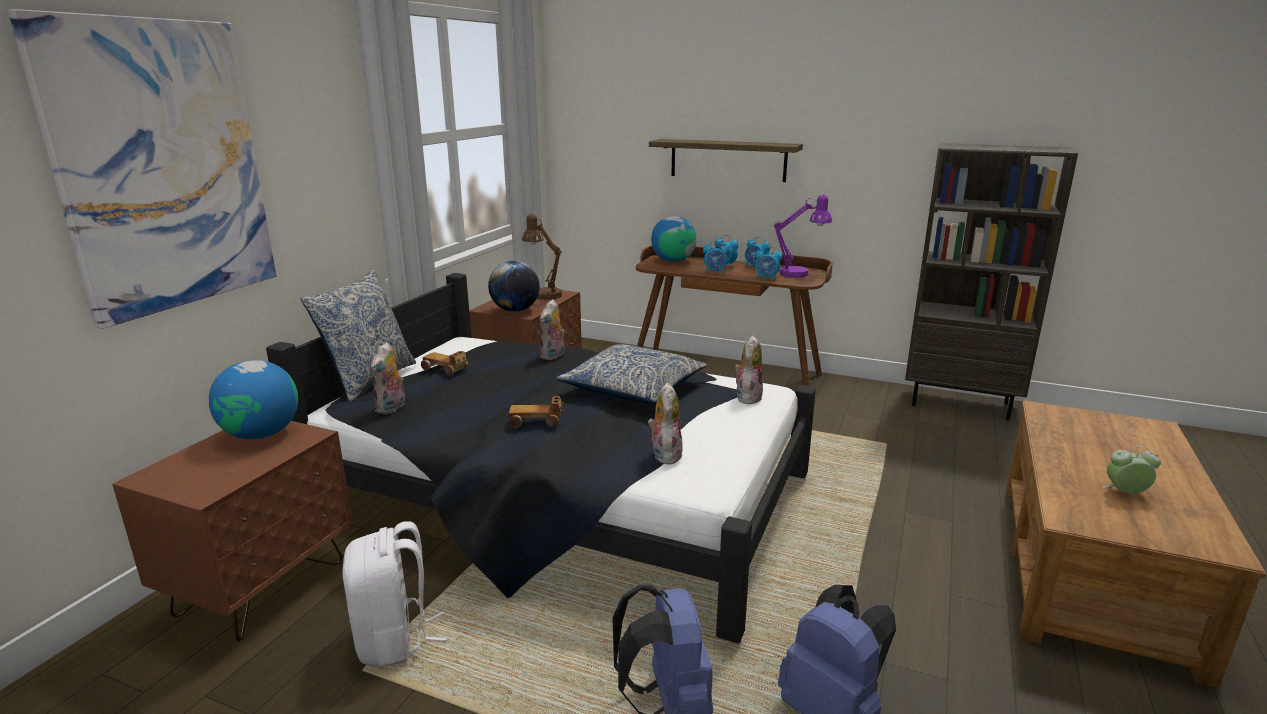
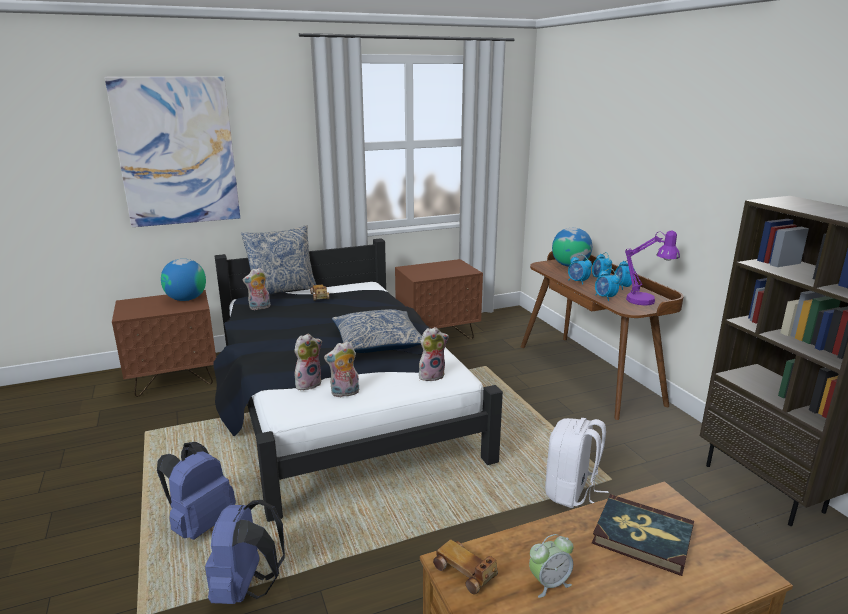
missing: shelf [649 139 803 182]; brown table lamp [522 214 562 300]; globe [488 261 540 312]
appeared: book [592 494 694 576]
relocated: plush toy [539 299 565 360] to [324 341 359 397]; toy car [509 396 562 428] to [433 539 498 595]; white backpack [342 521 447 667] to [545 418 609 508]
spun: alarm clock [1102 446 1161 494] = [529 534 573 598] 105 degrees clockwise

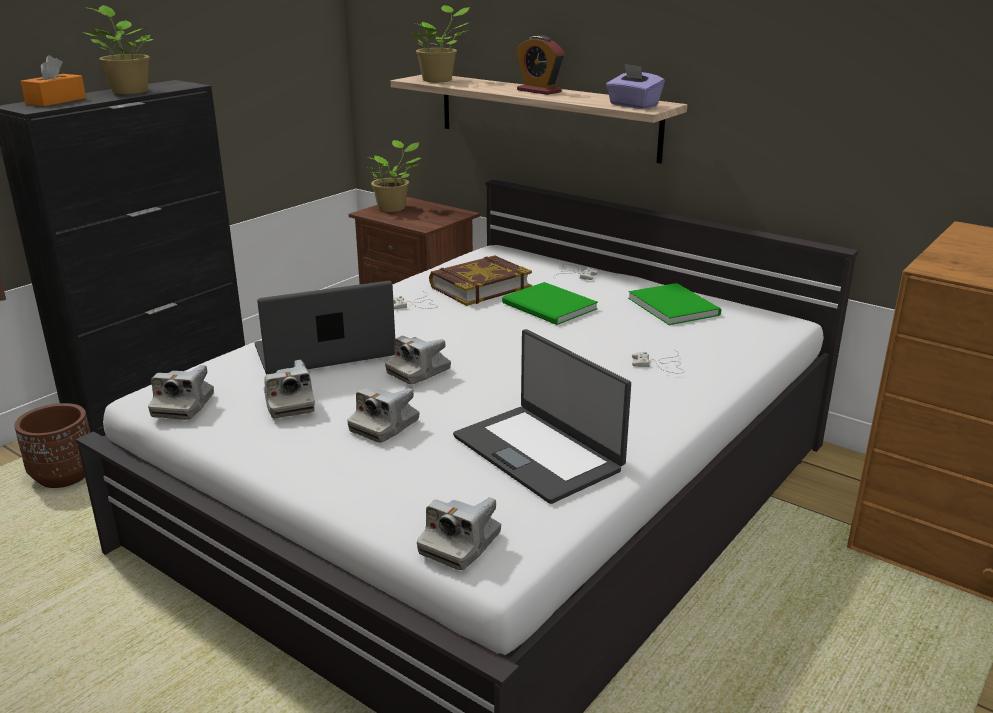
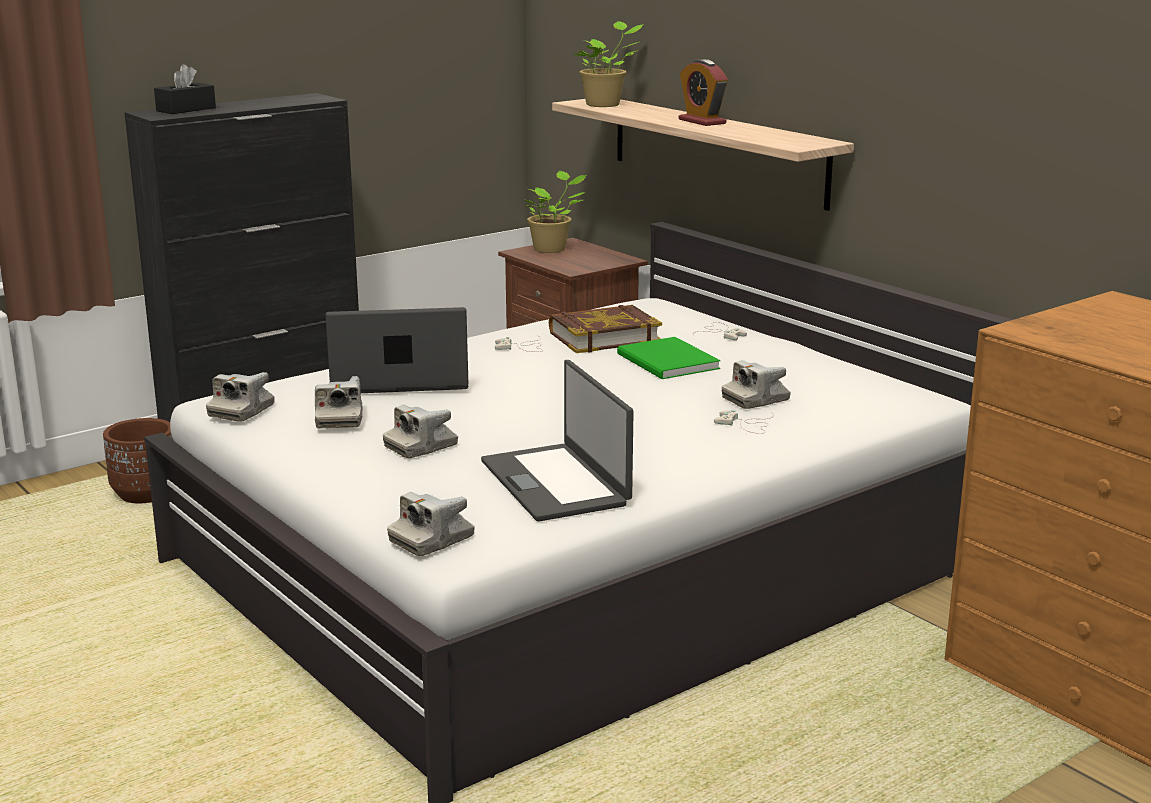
missing: potted plant [82 5 153 94]; purple tissue box [606 64 665 109]; green book [628 283 721 325]
relocated: photo camera [385 336 451 384] to [722 360 791 409]
colour: orange tissue box [20 55 86 106] to black tissue box [154 64 216 114]

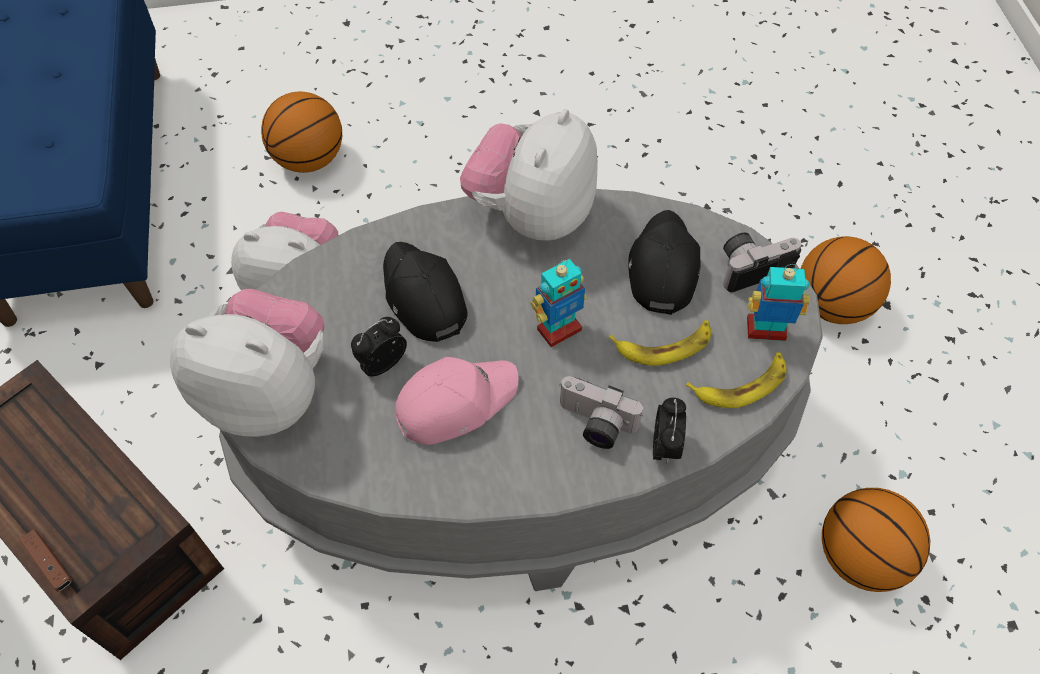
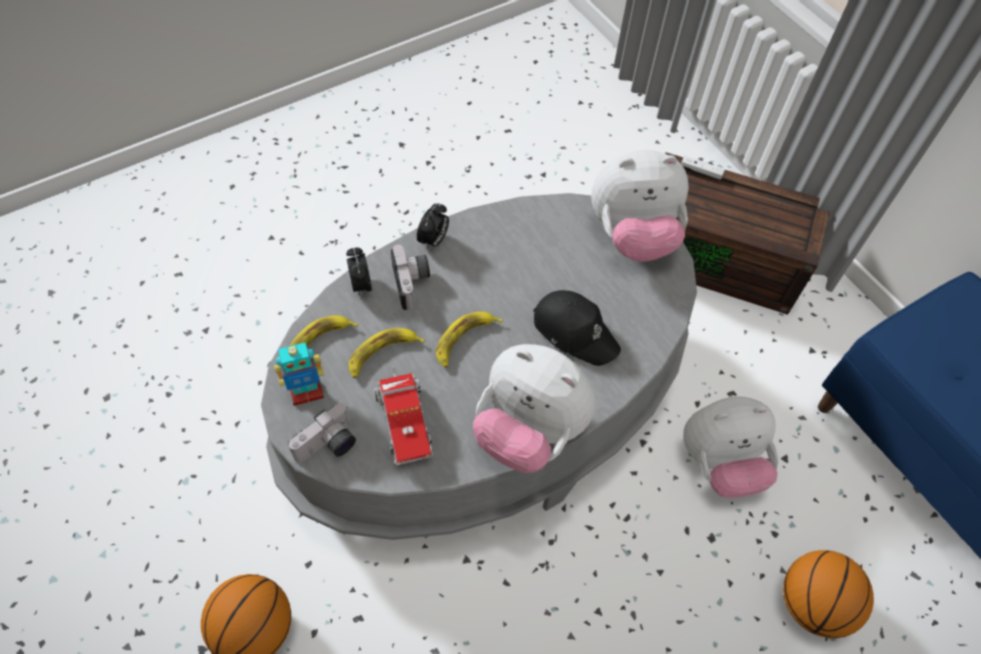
missing: pink cap [395 357 519 445]; basketball [822 488 930 592]
relocated: alarm clock [351 317 407 376] to [417 203 449 250]
exchanged: black cap [628 210 701 315] to toy truck [374 366 434 465]; toy robot [530 259 587 347] to banana [436 312 502 368]
colour: brown game controller [20 529 73 592] to white game controller [681 156 725 180]
spun: plush toy [460 109 598 241] = [473 344 596 473] 120 degrees clockwise; photo camera [559 376 643 449] = [391 244 430 310] 75 degrees clockwise

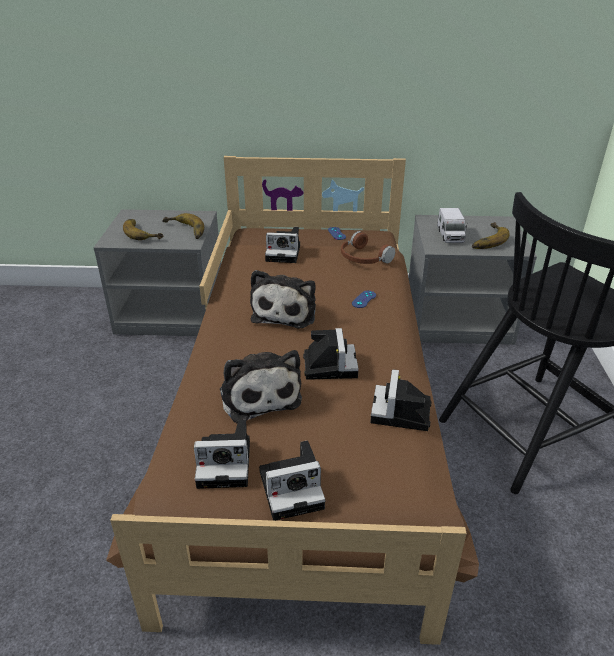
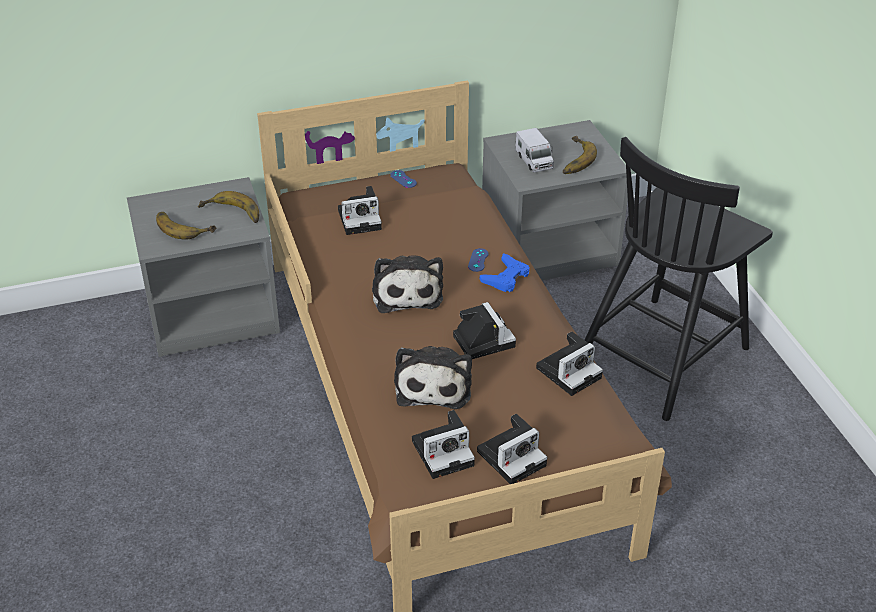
missing: brown headphones [341 231 395 264]
appeared: blue game controller [480 253 529 292]
spun: plush toy [220 350 302 423] = [394 346 472 409] 45 degrees clockwise; photo camera [370 369 431 431] = [536 332 603 396] 120 degrees counterclockwise

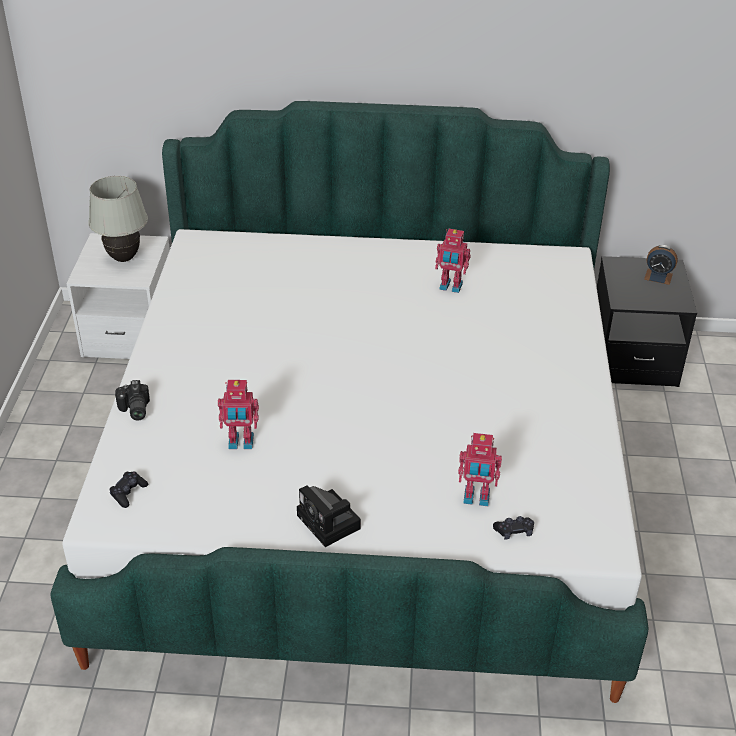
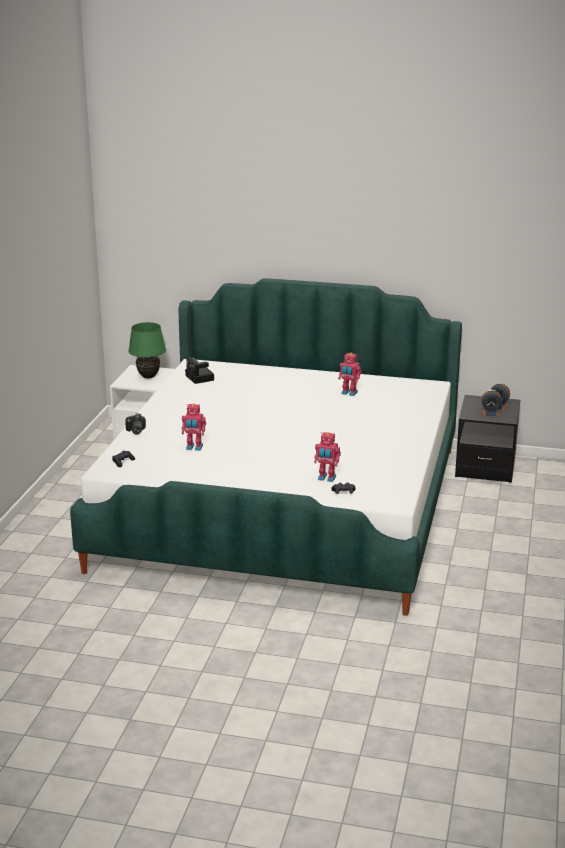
appeared: alarm clock [481 390 502 416]
relocated: photo camera [297 485 361 547] to [185 357 214 384]
colour: white table lamp [88 176 148 262] to green table lamp [128 322 166 379]

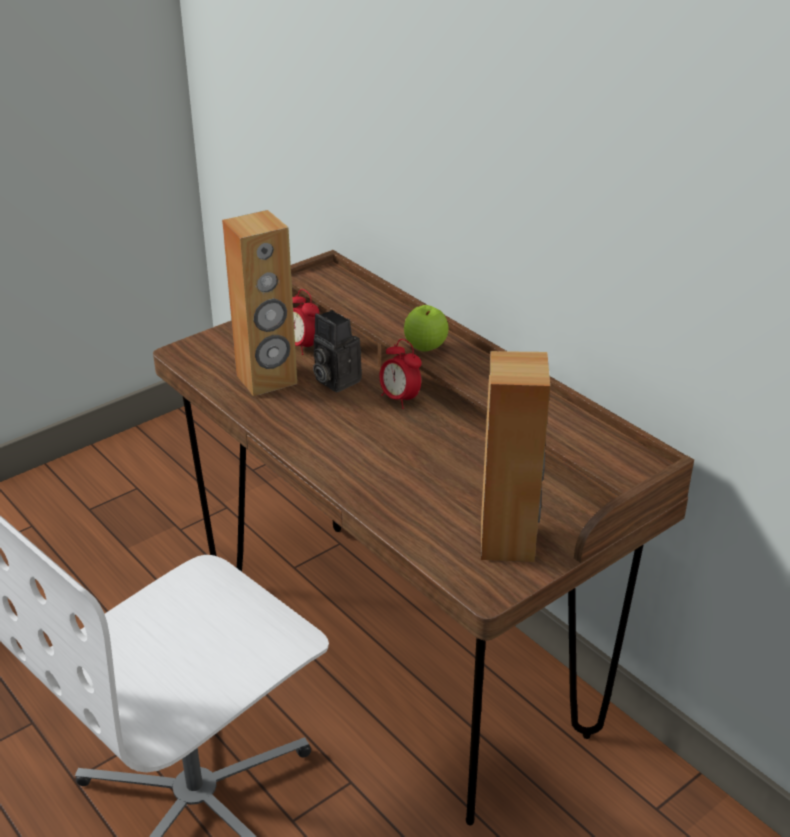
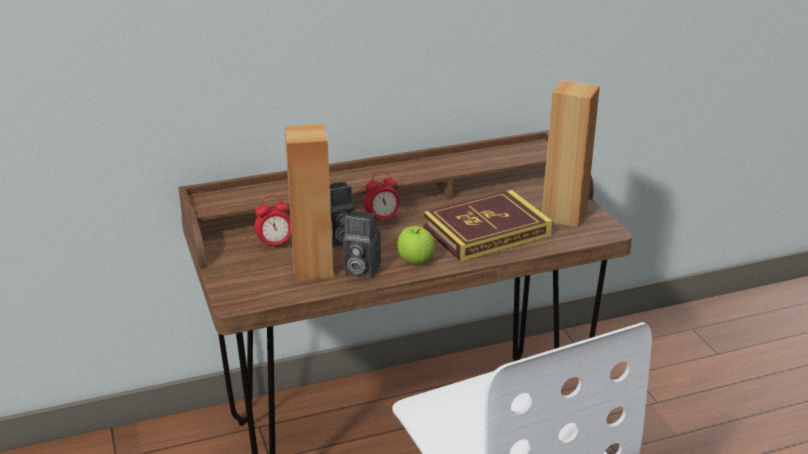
appeared: book [423 190 552 262]; photo camera [343 211 381 279]
relocated: apple [404 305 449 351] to [397 226 435 264]

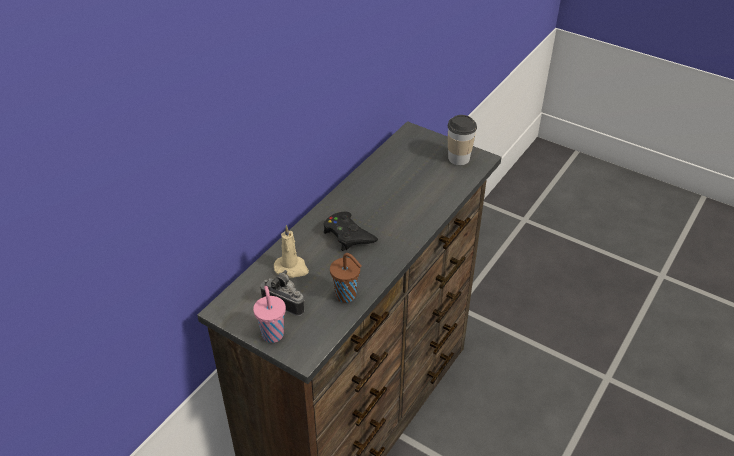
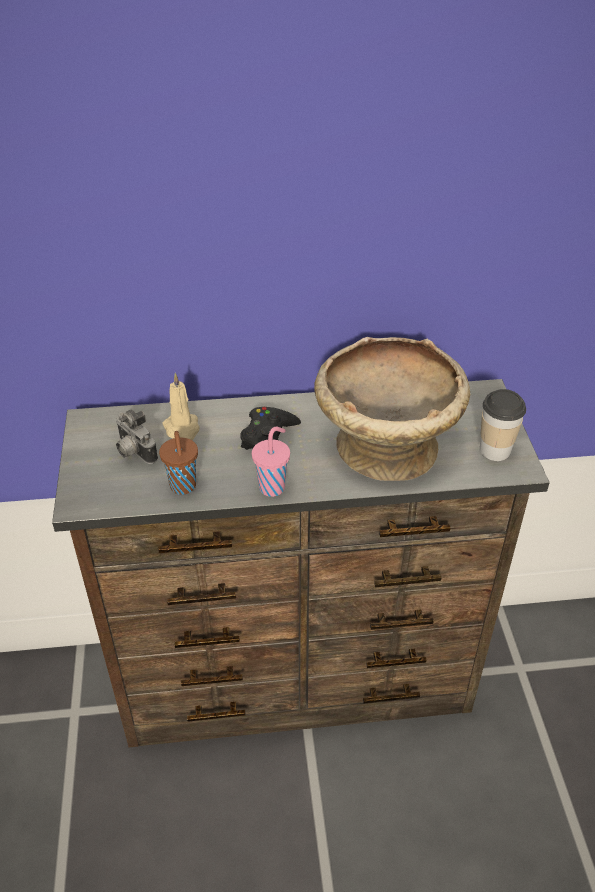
appeared: beige bowl [314 337 471 481]
relocated: pink cup [253 286 286 343] to [252 427 290 497]
spun: photo camera [260 270 305 316] = [116 409 158 464] 150 degrees clockwise

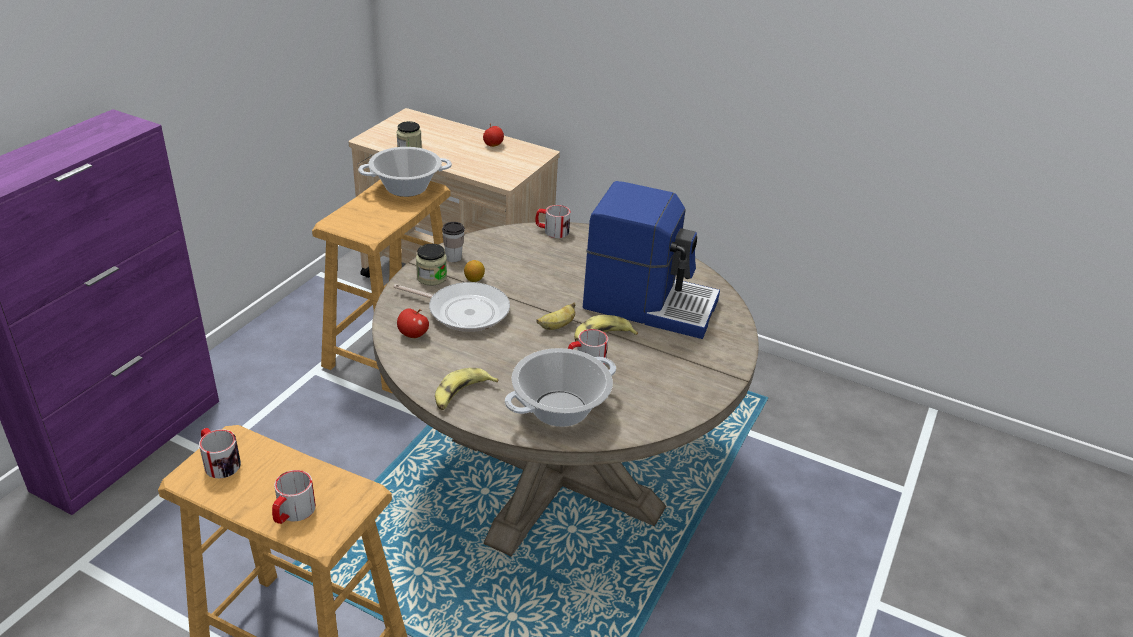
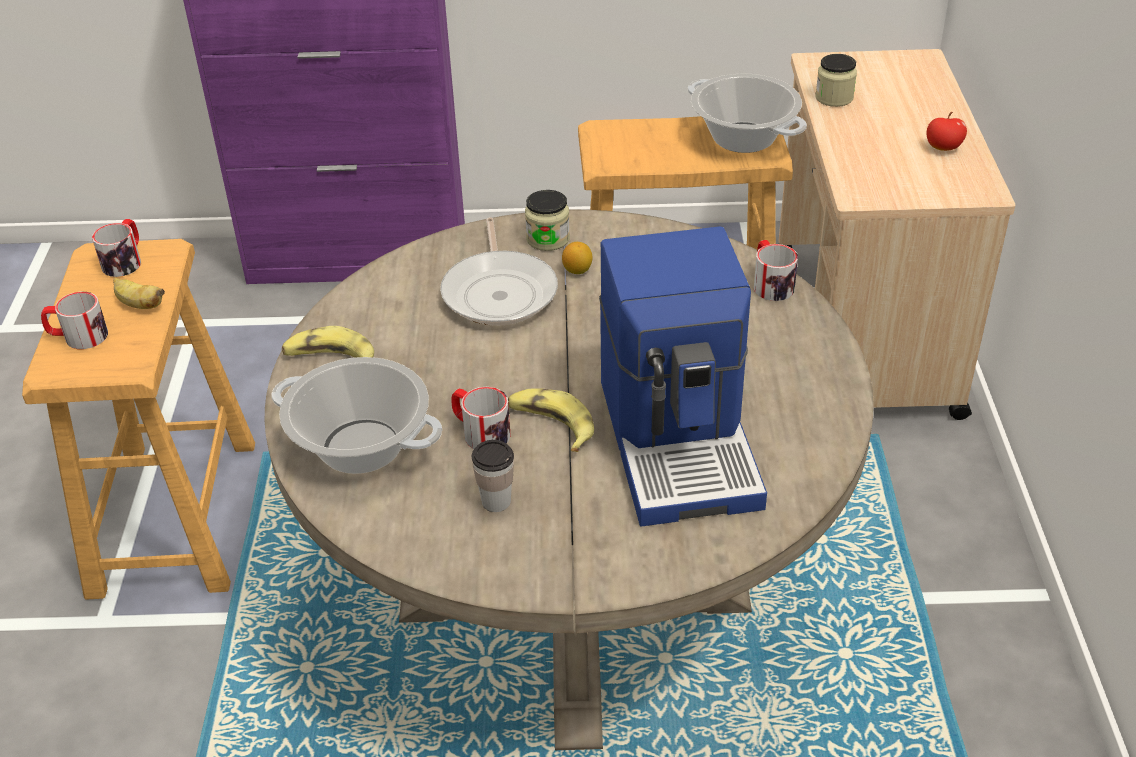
missing: apple [397 308 429 338]
relocated: cup [442 222 465 262] to [472 440 514 512]; banana [536 303 575 330] to [113 277 165 309]

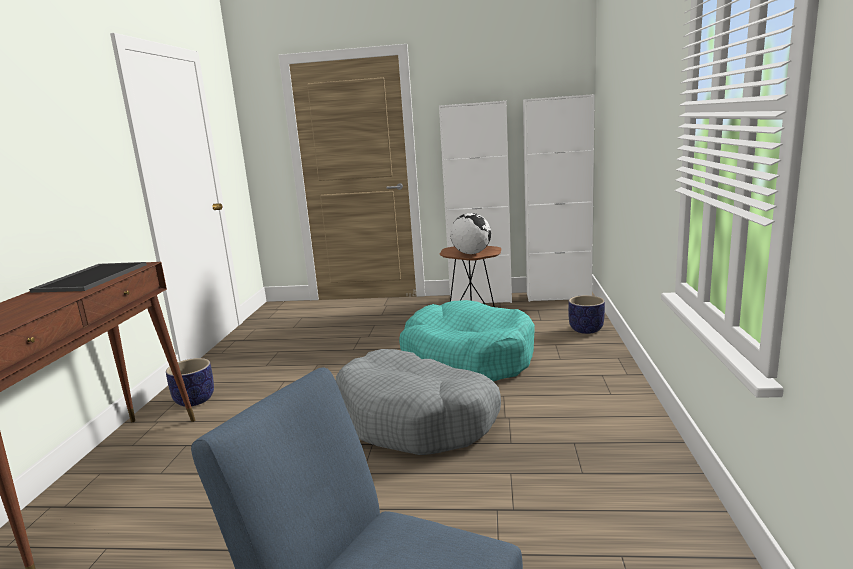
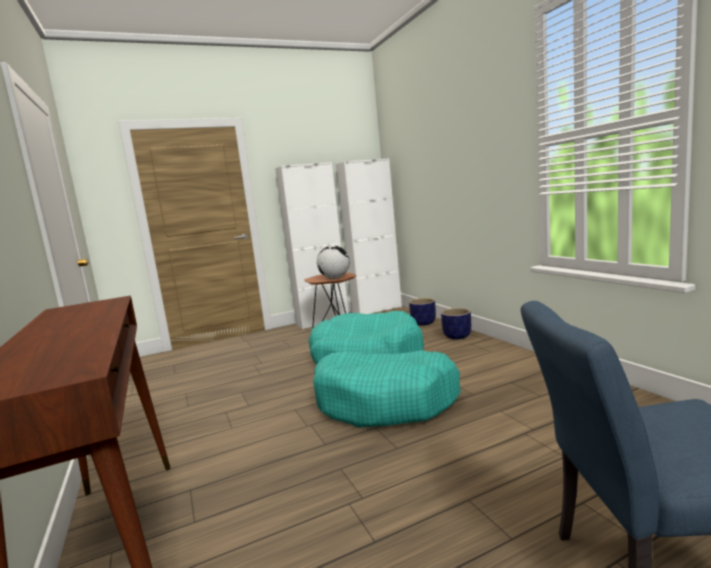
missing: tray [29 262 147 293]
relocated: planter [166 358 214 406] to [441 308 471 339]
colour: grey dog bed [336 349 501 455] to turquoise dog bed [313 350 461 428]

